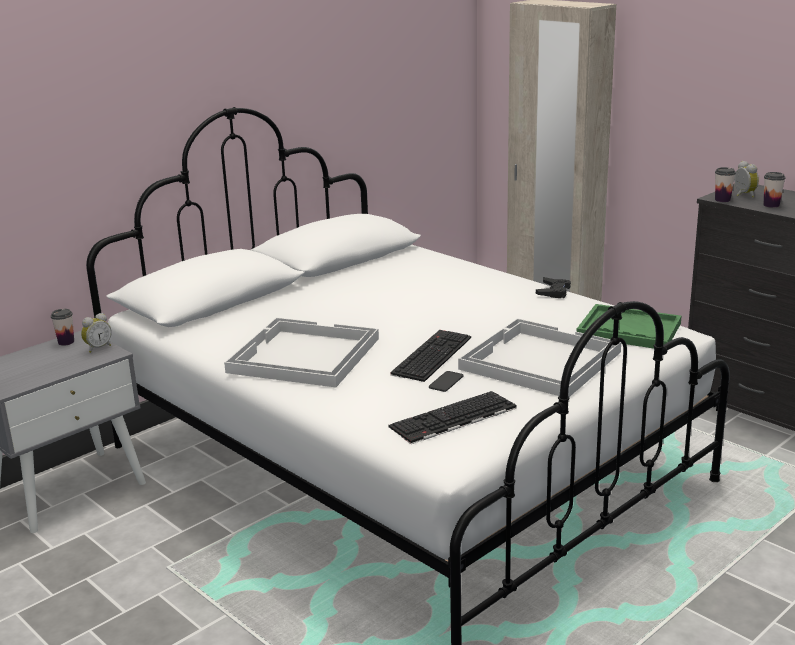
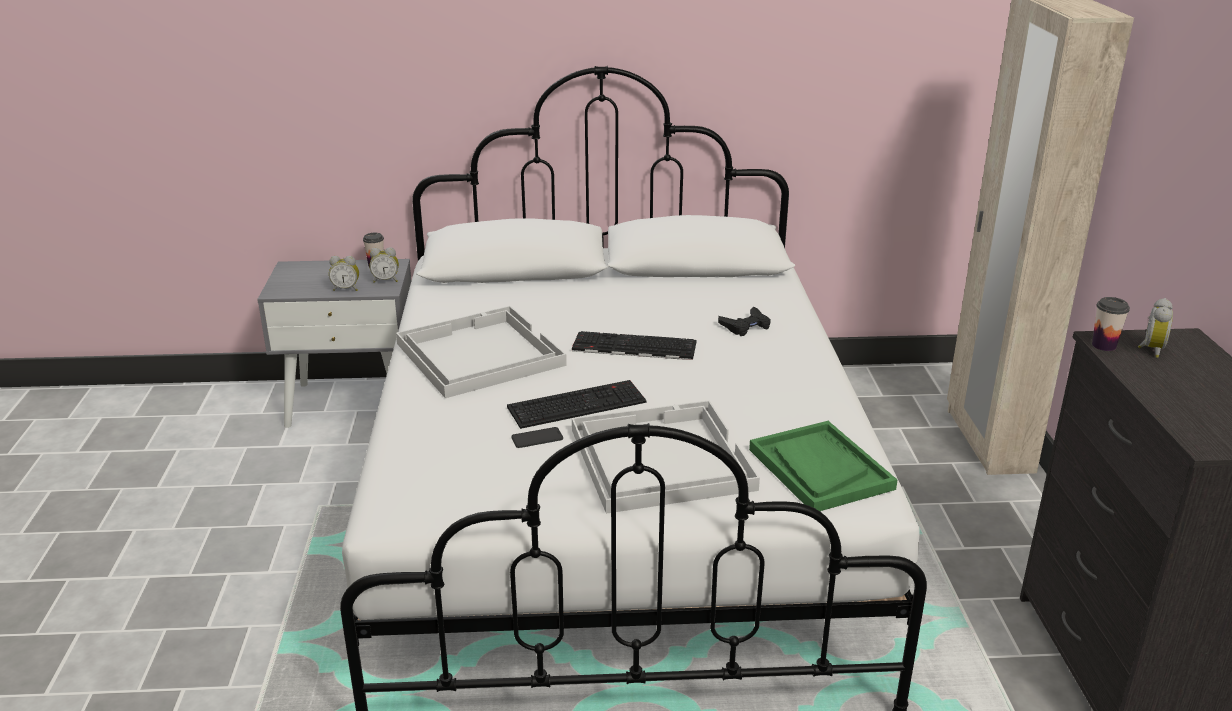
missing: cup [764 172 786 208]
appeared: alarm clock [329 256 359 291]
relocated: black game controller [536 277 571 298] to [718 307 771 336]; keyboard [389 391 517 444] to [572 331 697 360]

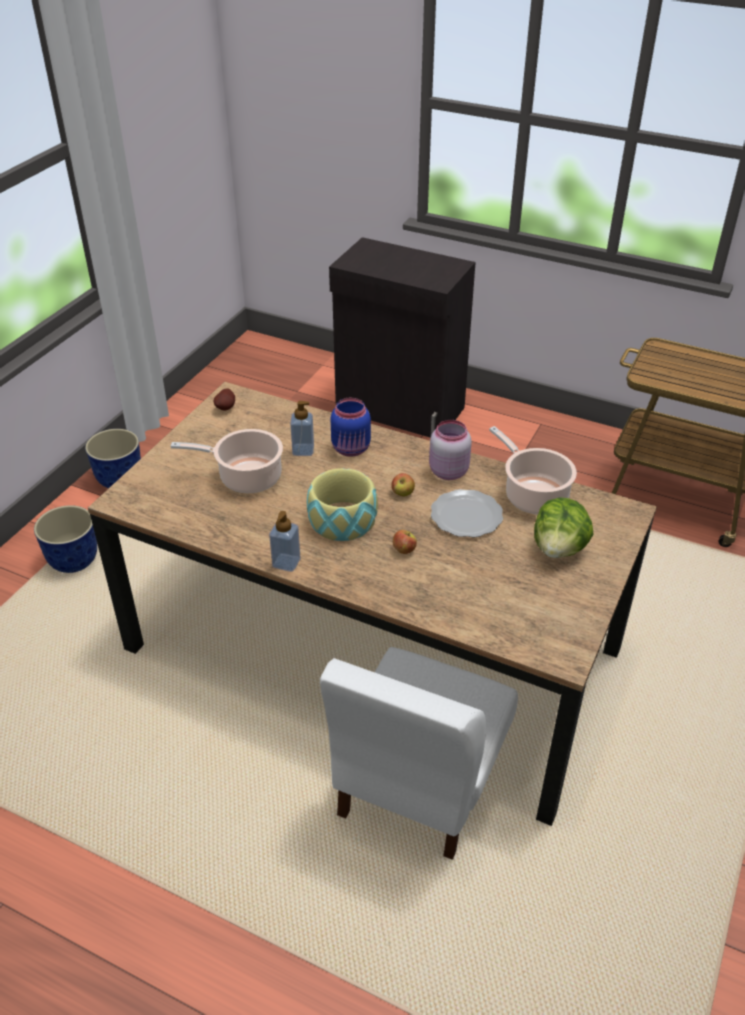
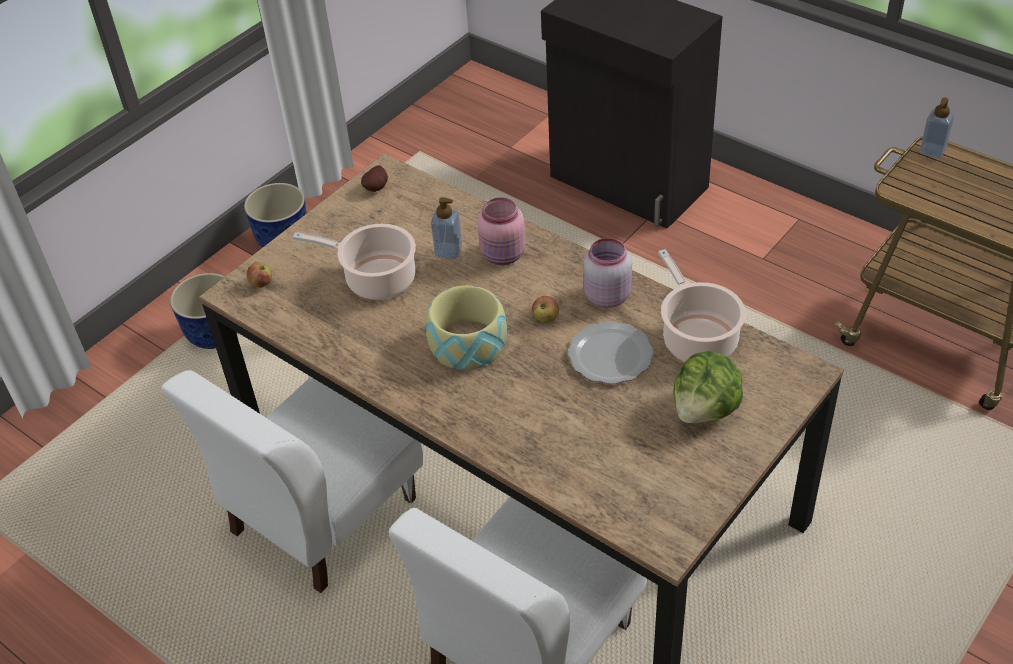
appeared: white chair [161 370 423 593]
relocated: soap dispenser [269 511 301 572] to [920 97 954 158]; apple [393 530 417 554] to [246 262 272 288]
colour: blue jar [330 398 371 457] to pink jar [478 197 525 265]

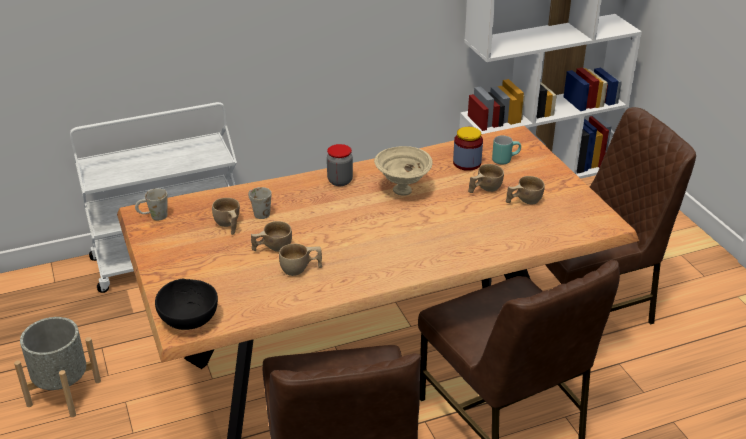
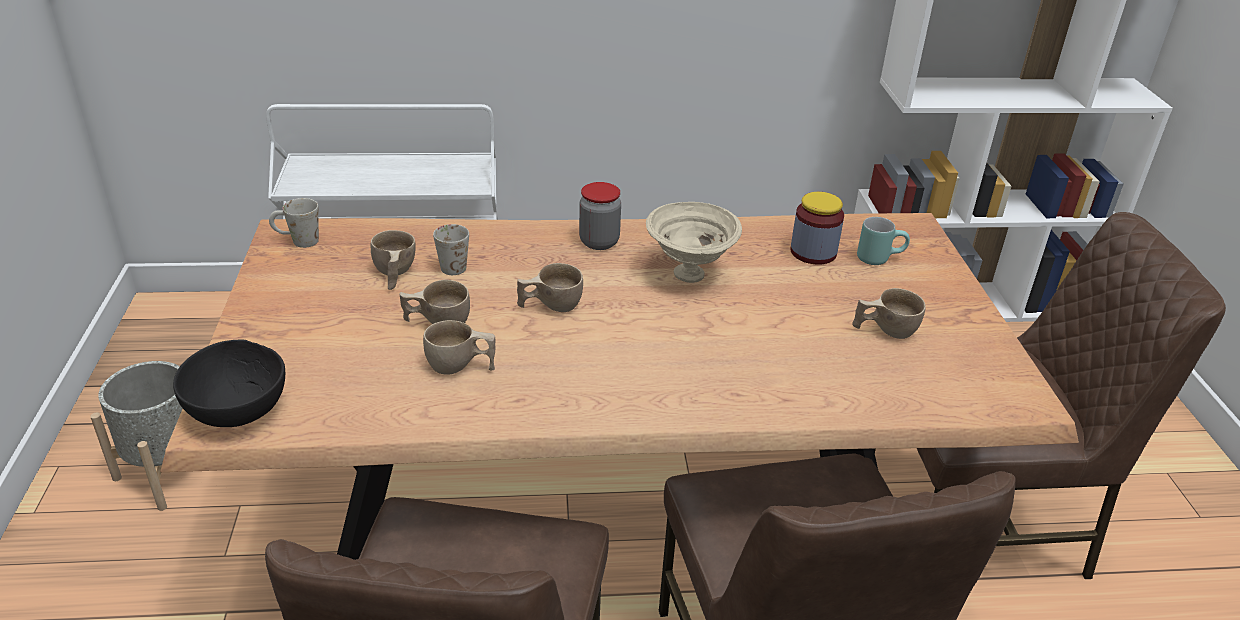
relocated: beige cup [468 164 504 193] to [517 263 583 312]

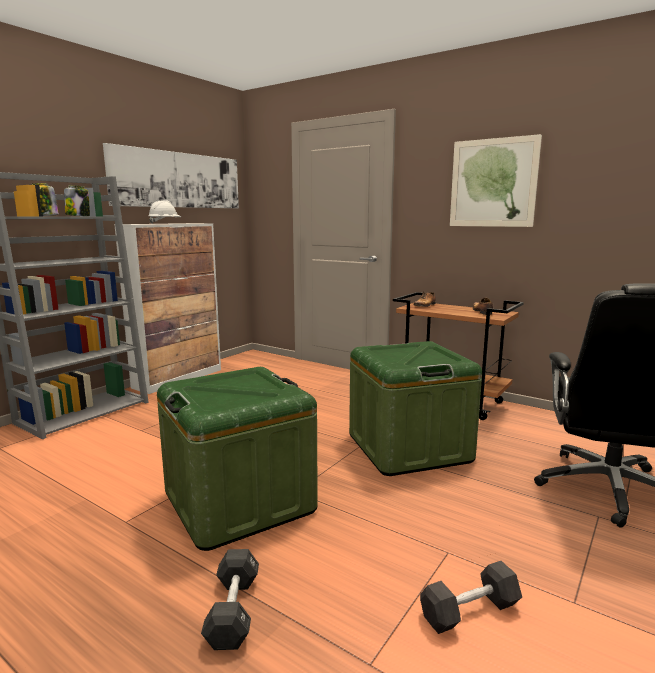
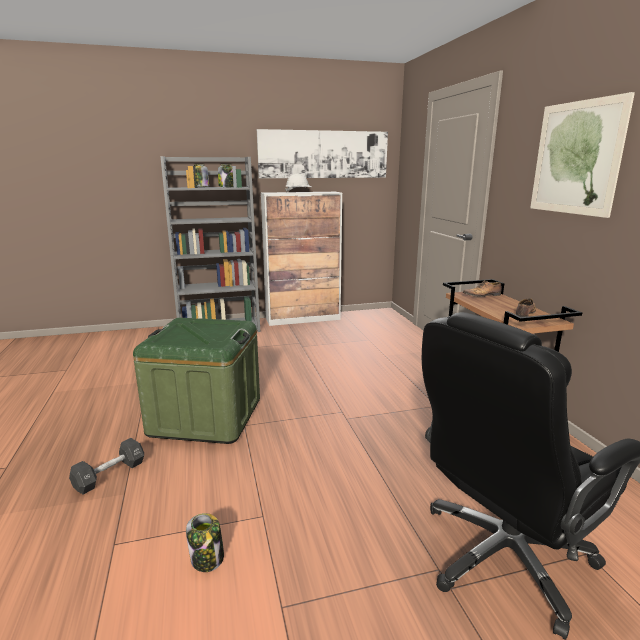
missing: green storage box [349 341 482 476]
exchanged: black dumbbell [420 561 522 634] to jar [186 513 224 572]

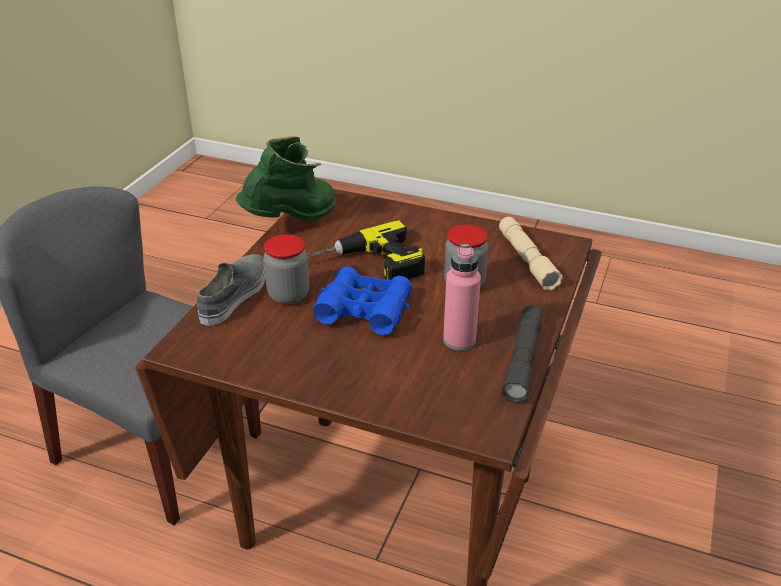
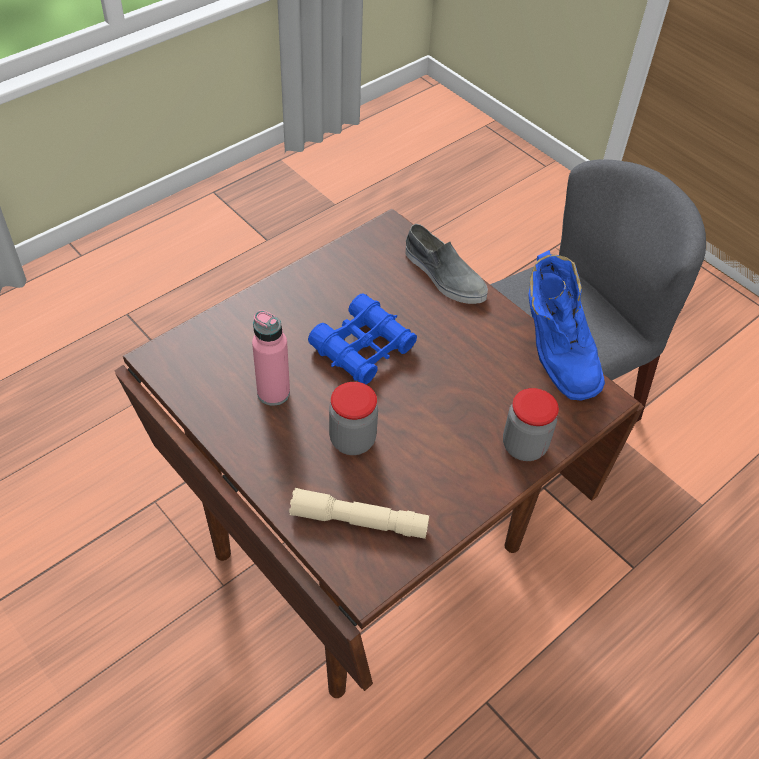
missing: power drill [307 220 425 280]; grey flashlight [501 305 543 404]
relocated: jar [264 234 309 305] to [503 388 559 461]
colour: green boot [236 136 336 221] to blue boot [529 250 605 401]

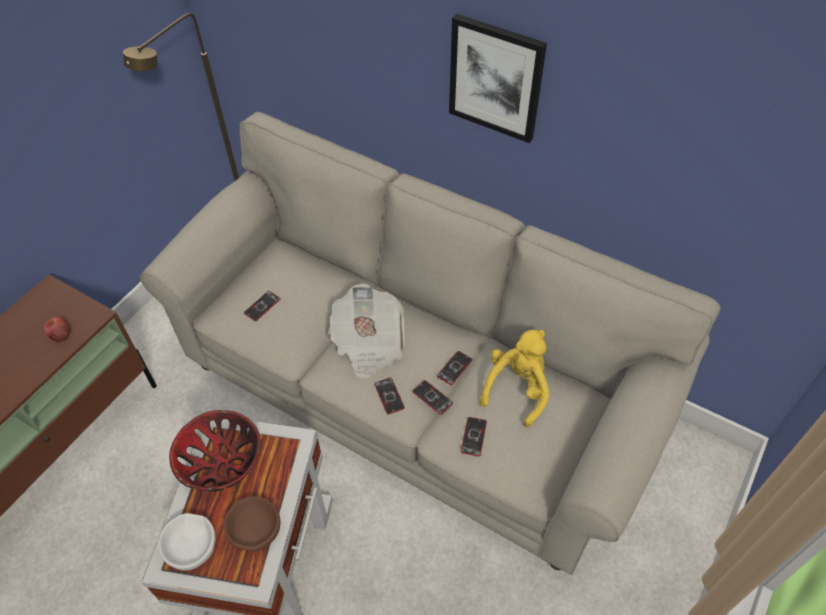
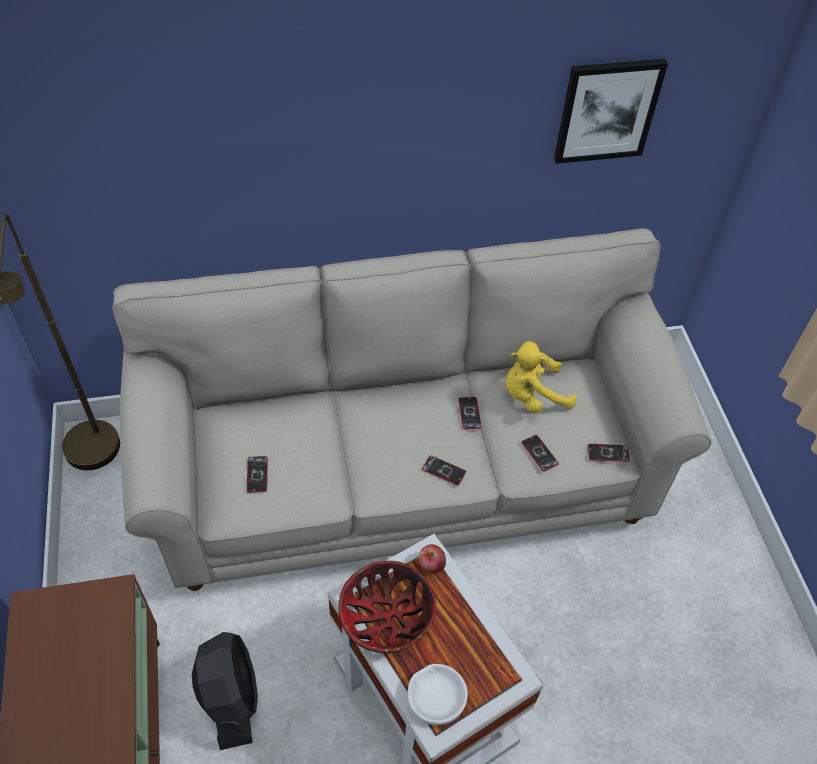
missing: newspaper [328 283 405 379]; brown bowl [224 496 280 552]
appeared: black fan [192 632 258 750]
relocated: picture [449 14 547 143] to [554 59 668 164]; apple [44 317 70 342] to [419 544 446 573]; phone [413 380 453 415] to [588 444 630 462]
spun: yellow plush toy [480 330 550 428] = [505 341 577 413] 90 degrees counterclockwise

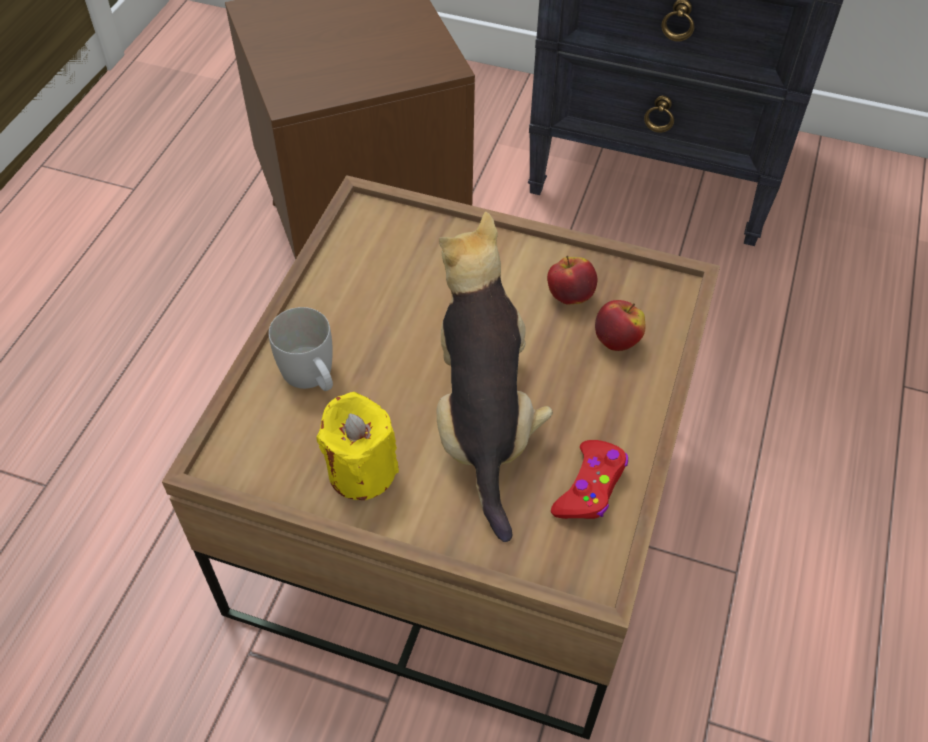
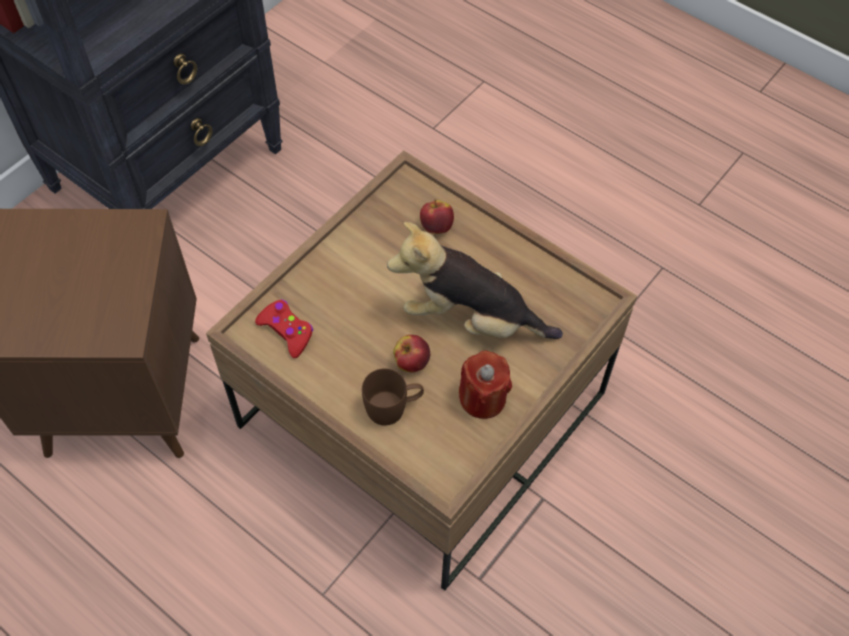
relocated: apple [547 256 597 305] to [393 335 430 372]; red game controller [551 440 628 519] to [255 300 313 358]
colour: white mug [269 307 333 391] to brown mug [362 368 424 426]; yellow candle [316 392 399 500] to red candle [459 351 512 419]

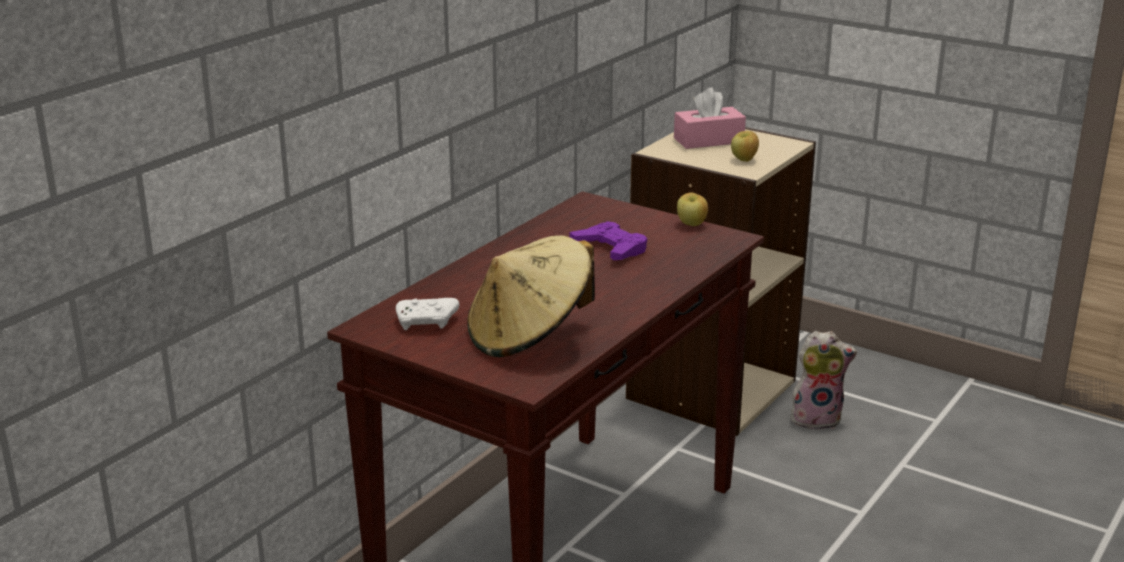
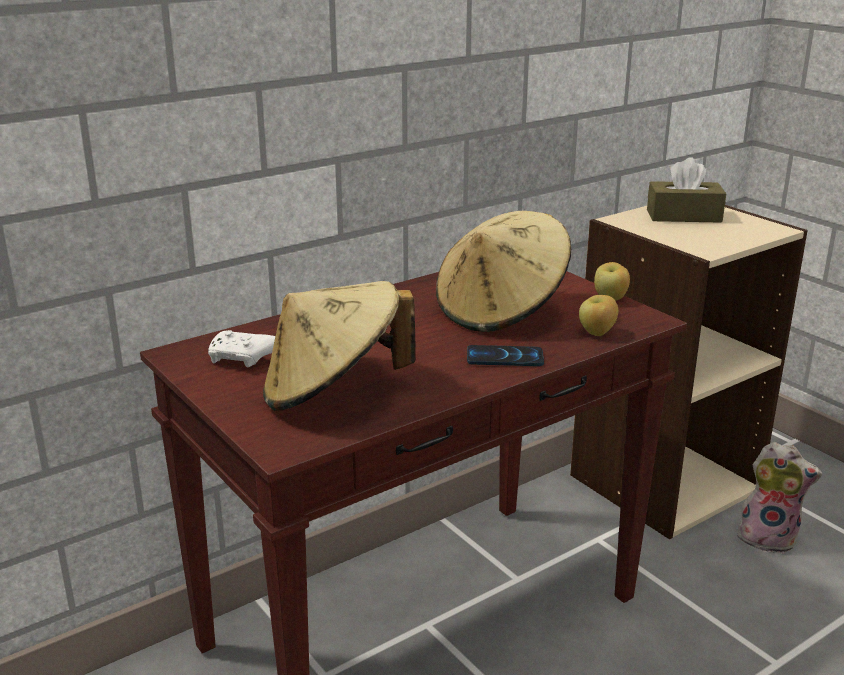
appeared: phone [467 345 544 366]
relocated: apple [731 131 759 162] to [579 295 618 336]
exchanged: purple game controller [570 221 647 260] to beige hat [436 211 571 332]
colour: pink tissue box [674 88 746 149] to brown tissue box [647 157 726 223]

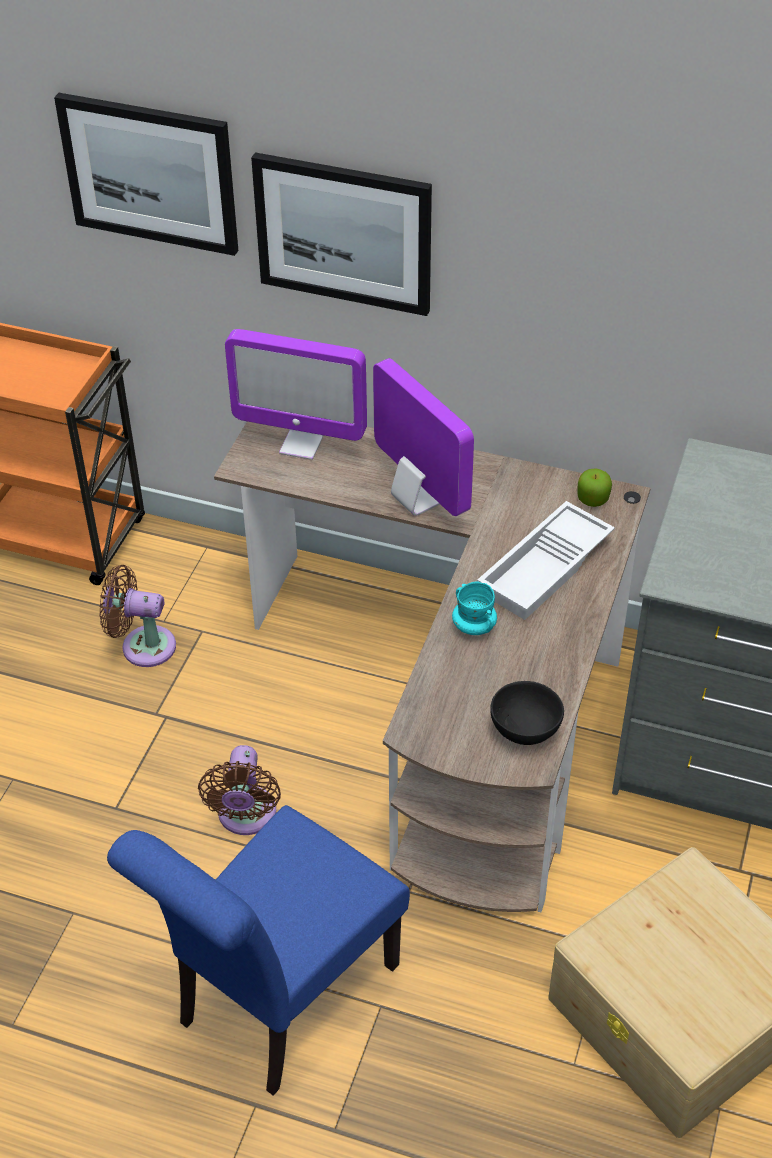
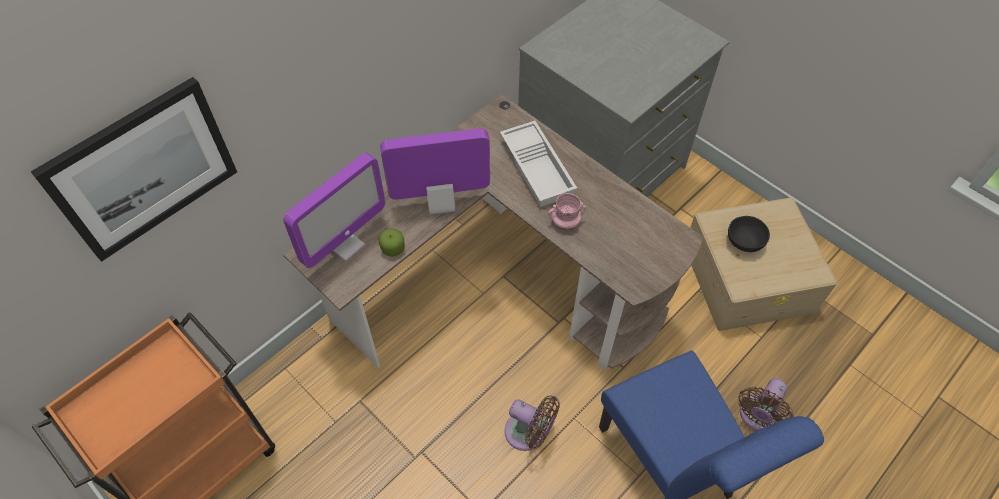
missing: picture [251 152 432 316]
relocated: apple [577 468 612 507] to [379 228 405 257]; brown fan [99 565 176 667] to [738 378 794 431]; black bowl [490 681 564 745] to [728 216 770 252]
colour: turquoise mug [452 581 497 635] to pink mug [548 193 587 229]

